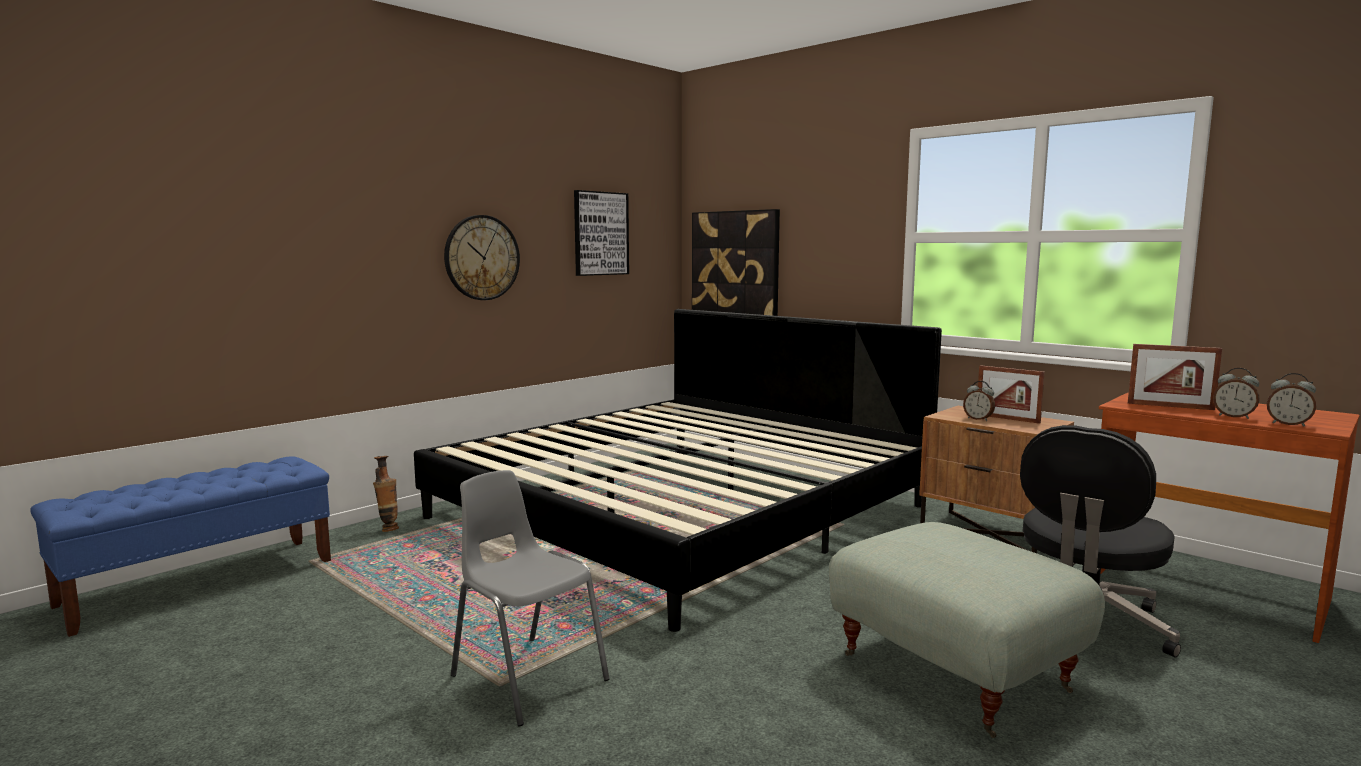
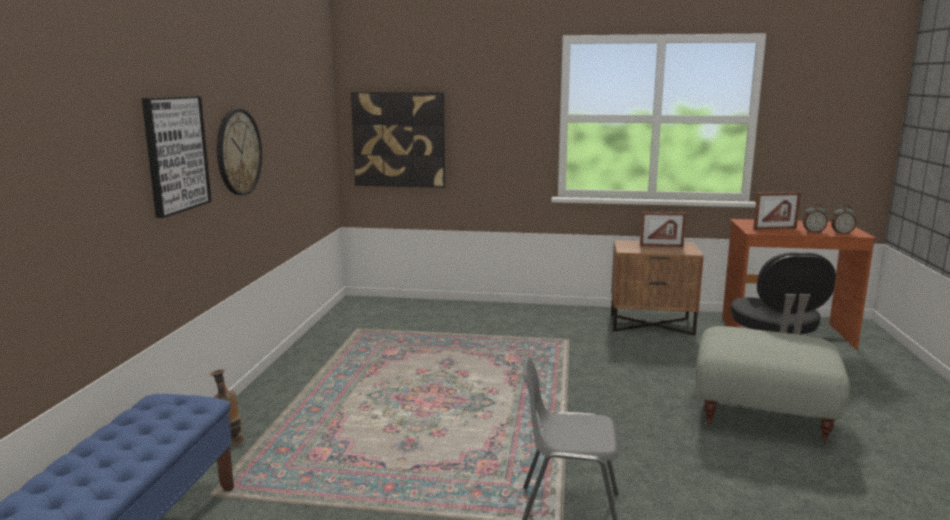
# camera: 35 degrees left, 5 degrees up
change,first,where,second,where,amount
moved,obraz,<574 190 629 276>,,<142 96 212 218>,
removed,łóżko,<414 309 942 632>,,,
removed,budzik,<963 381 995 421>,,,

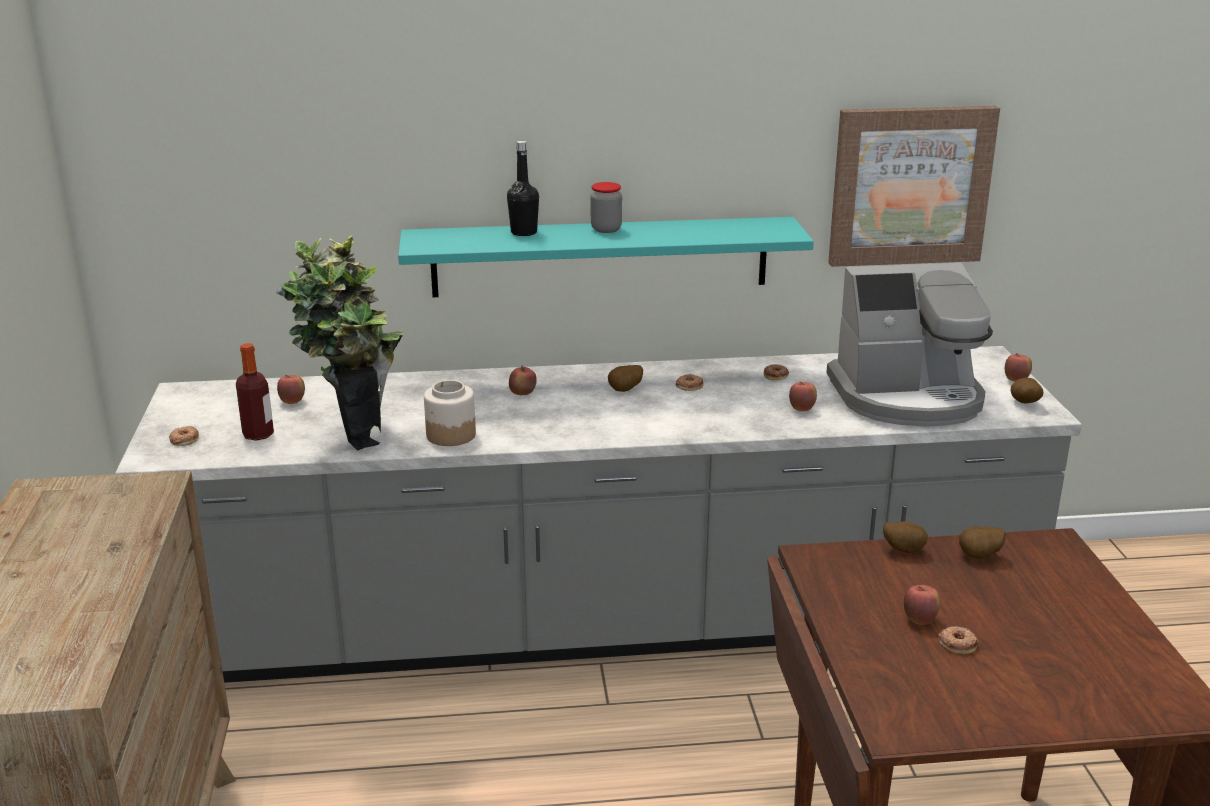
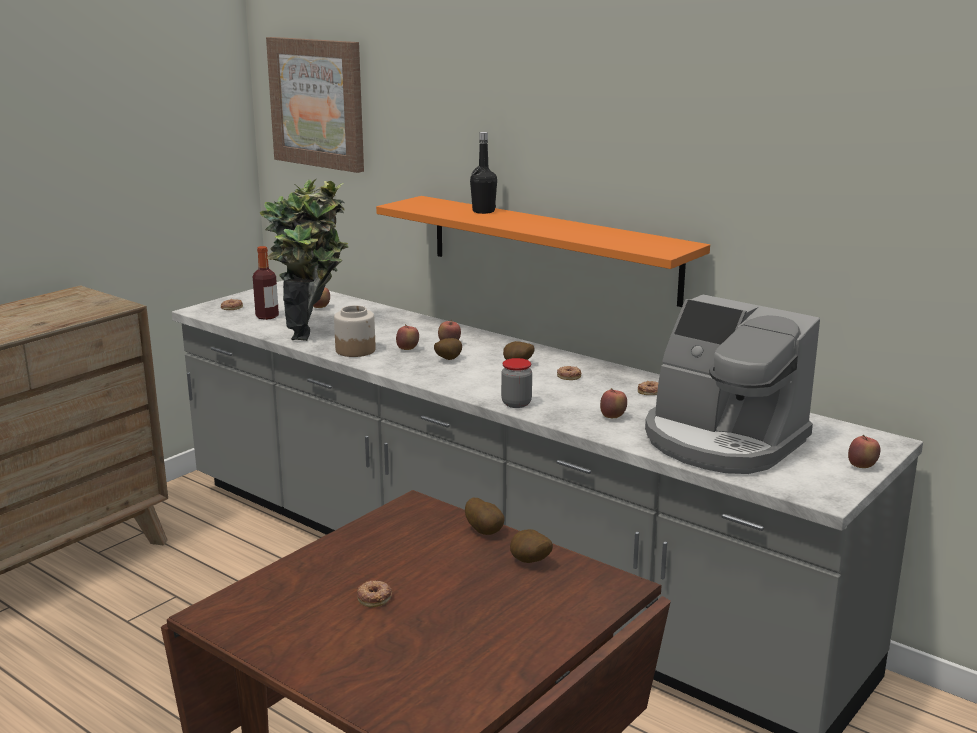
# camera: 45 degrees right, 5 degrees down
change,first,where,second,where,amount
moved,obraz,<828 106 1000 267>,,<266 37 364 173>,
recoloured,półka [turkusowy],<398 217 814 297>,półka [pomarańczowy],<376 196 710 307>,
moved,jabłko,<904 585 940 625>,,<396 324 419 350>,
moved,ziemniak,<1010 378 1043 404>,,<434 338 462 360>,
moved,słoik,<591 182 622 233>,,<501 358 532 408>,

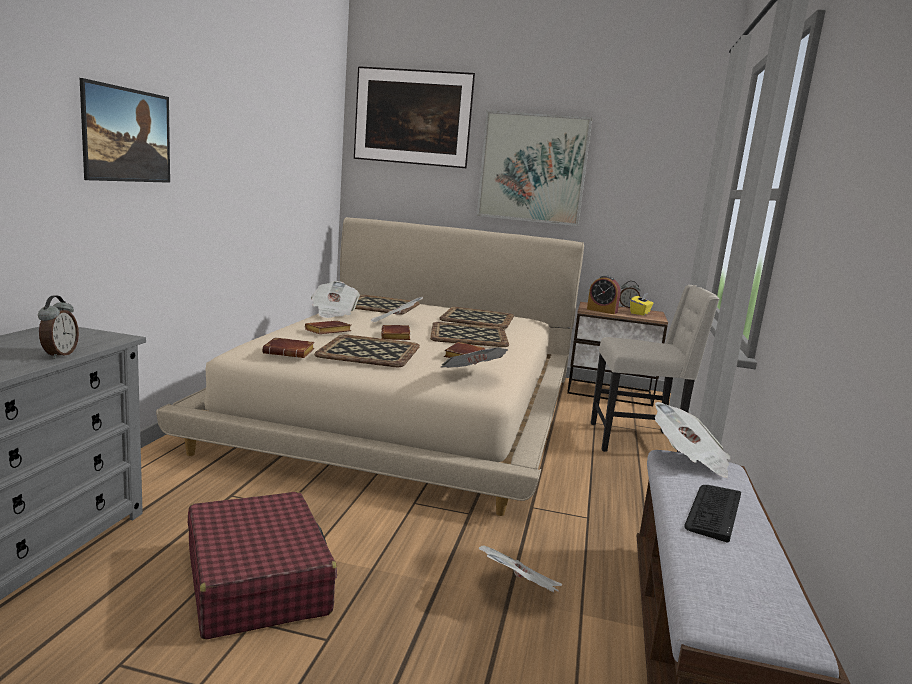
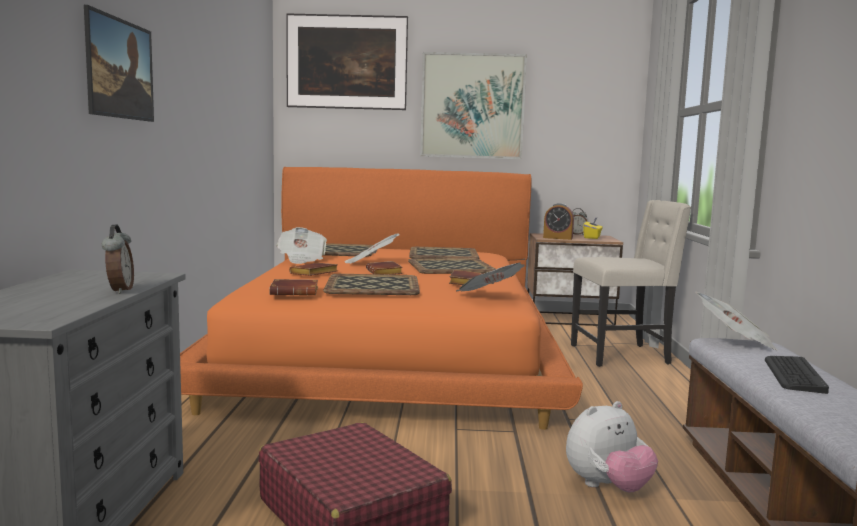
# camera: 10 degrees left, 5 degrees down
change,first,where,second,where,amount
recoloured,łóżko [beżowy],<156 217 584 516>,łóżko [pomarańczowy],<180 167 583 430>,
replaced,gazeta,<479 546 562 592>,pluszak,<566 401 658 493>,

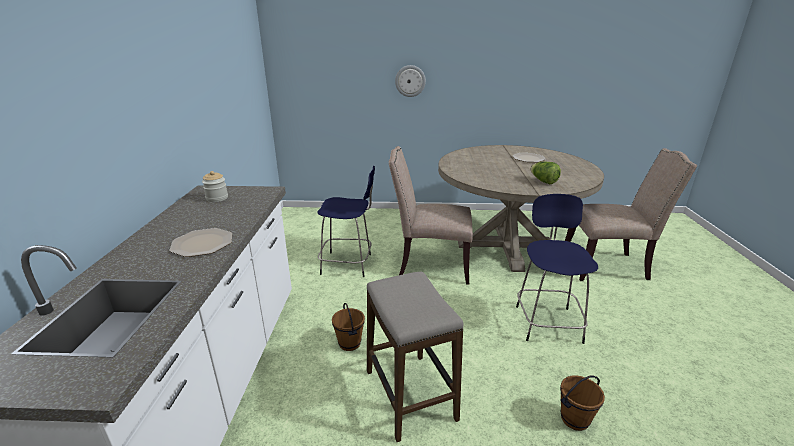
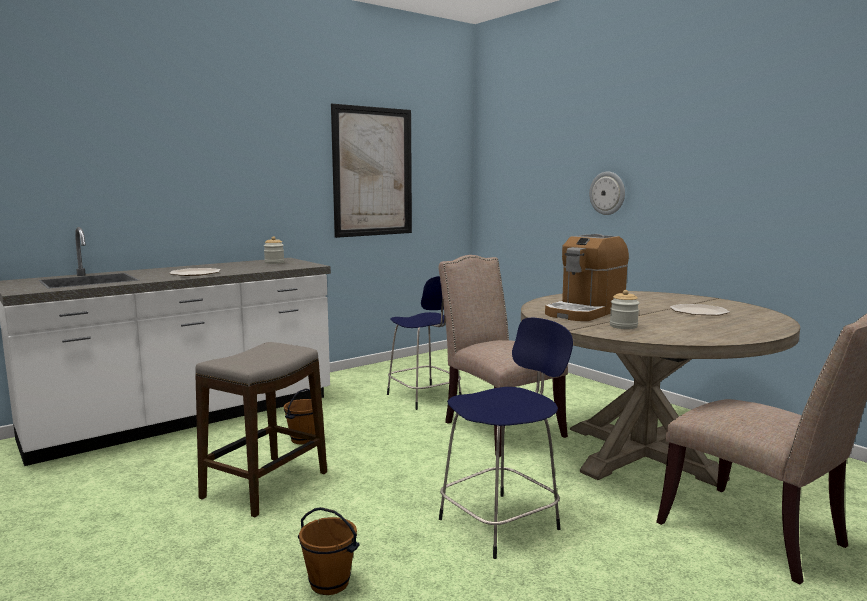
# camera: 50 degrees right, 15 degrees down
change,first,where,second,where,amount
added,,,obraz,<331 104 412 238>,
added,,,ekspres do kawy,<545 234 629 321>,
replaced,sałata,<530 162 561 184>,słoik,<610 290 639 329>,

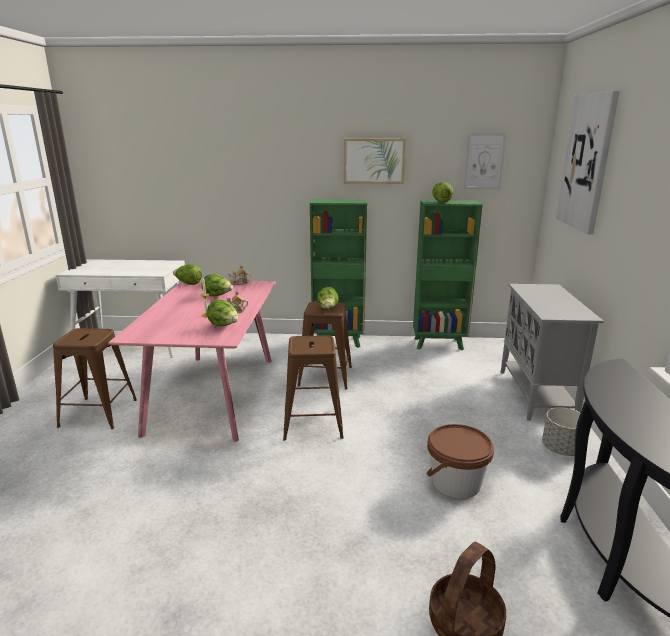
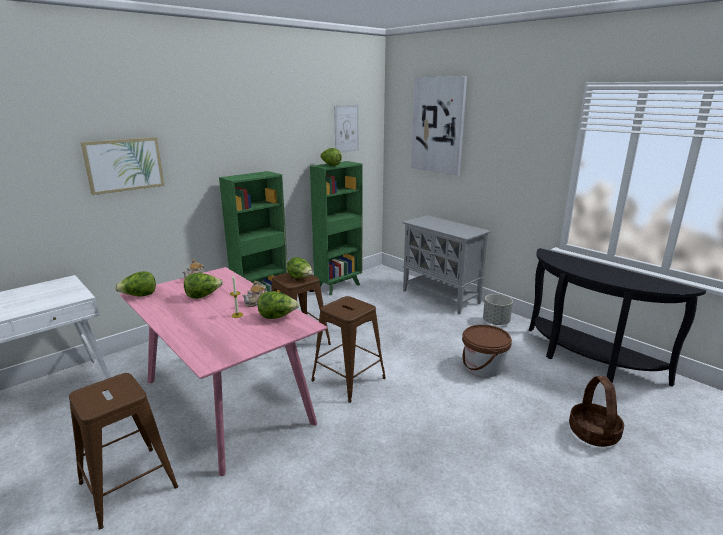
# camera: 45 degrees left, 0 degrees up
change,first,where,second,where,amount
moved,obraz,<344 138 406 184>,,<81 137 164 195>,

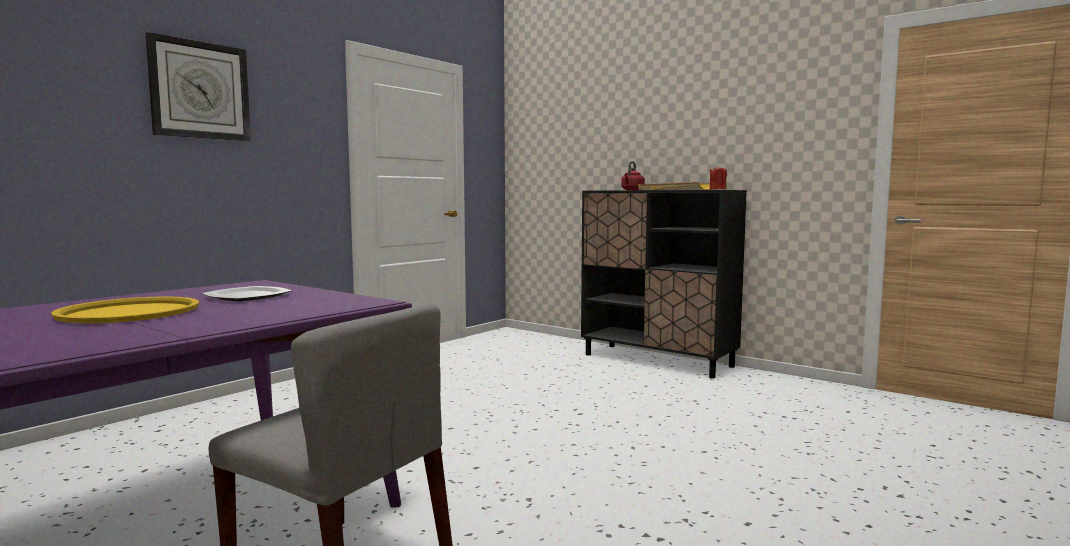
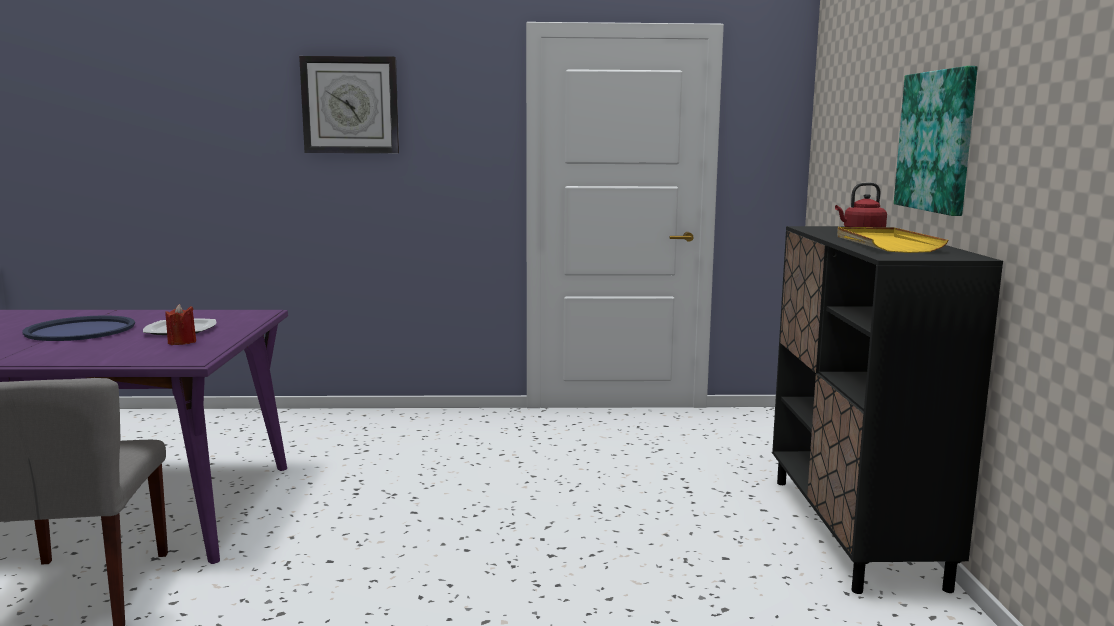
# camera: 50 degrees right, 5 degrees up
change,first,where,second,where,amount
recoloured,taca [żółty],<51 296 199 323>,taca [niebieski],<23 315 135 341>,
moved,świeca [czerwony],<710 165 727 190>,,<166 304 196 345>,
added,,,obraz,<894 66 978 216>,

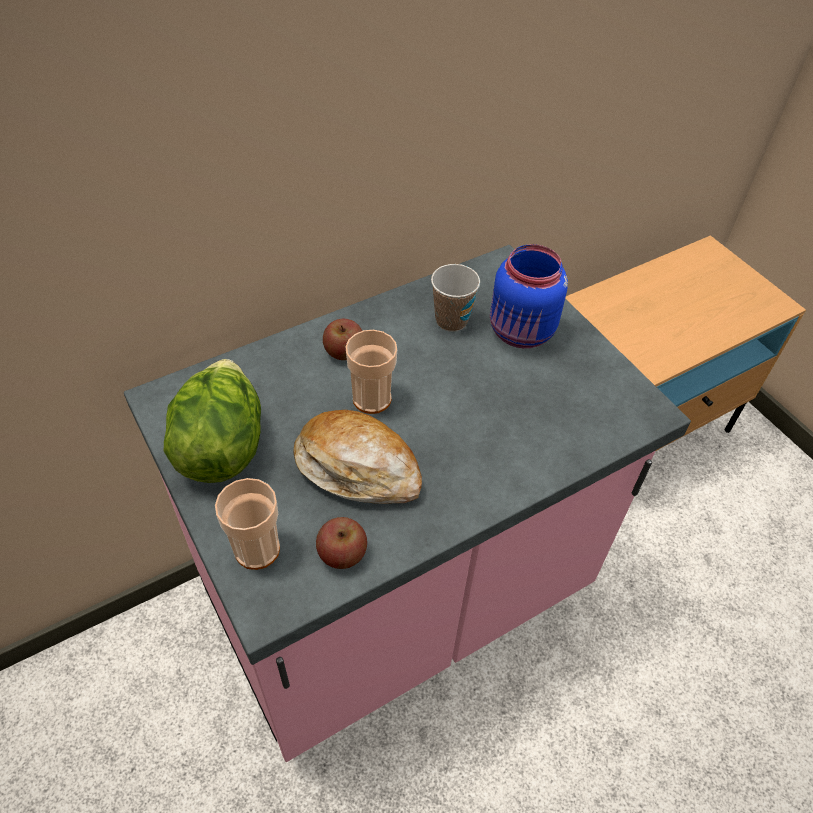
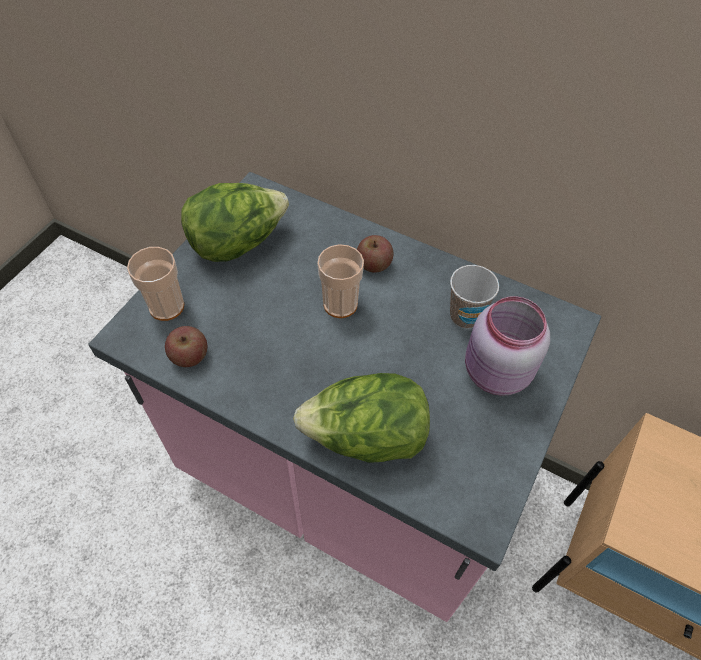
# camera: 60 degrees right, 5 degrees up
change,first,where,second,where,amount
added,,,sałata,<293 373 430 463>,
recoloured,słoik [niebieski],<490 244 568 348>,słoik [różowy],<465 296 550 396>,
removed,chleb,<293 410 422 504>,,,

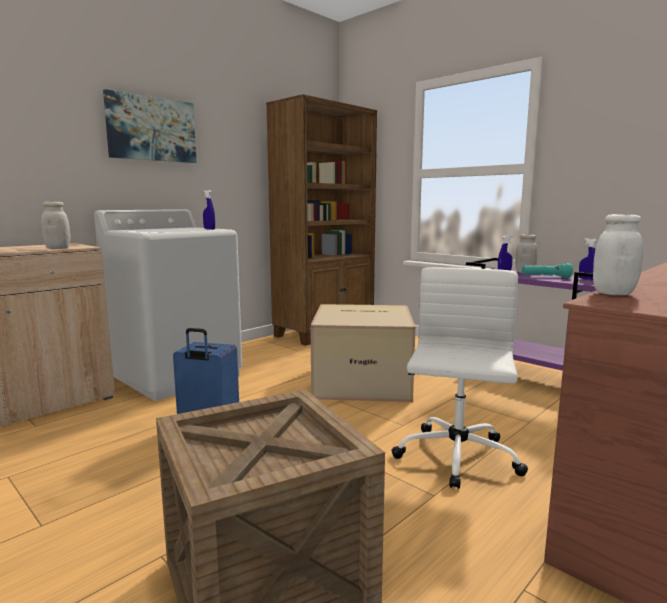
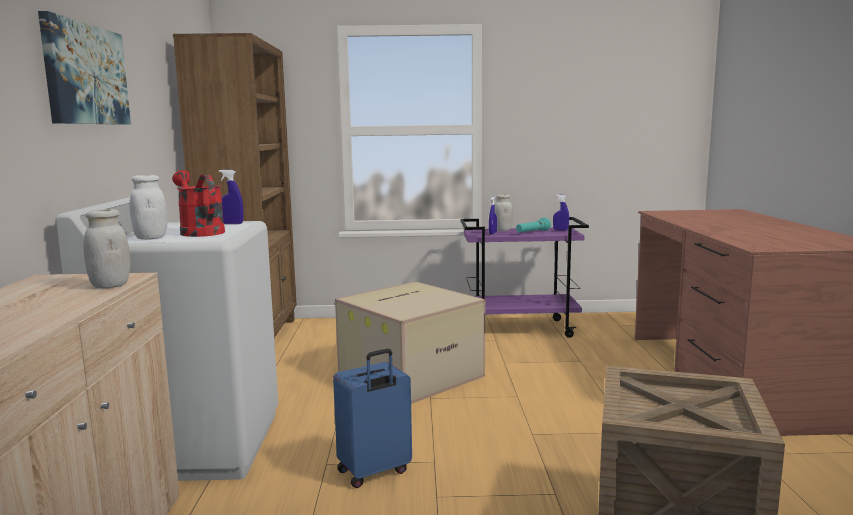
# camera: 45 degrees left, 0 degrees up
change,first,where,second,where,amount
moved,słoik [biały],<593 214 643 295>,,<129 175 168 240>,
added,,,konewka [czerwony],<172 170 225 237>,
removed,krzesło biurowe [biały],<391 267 528 489>,,,

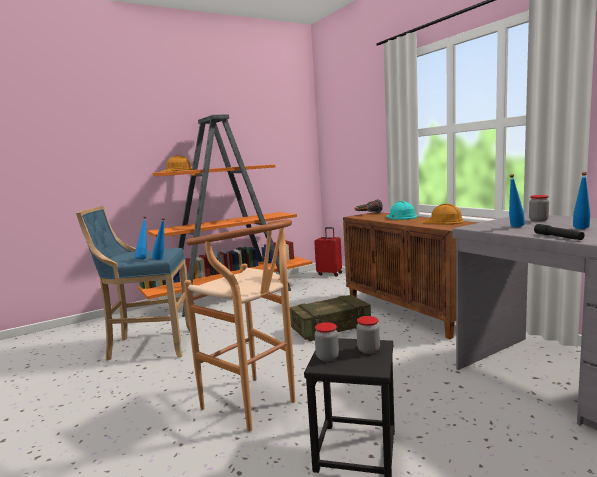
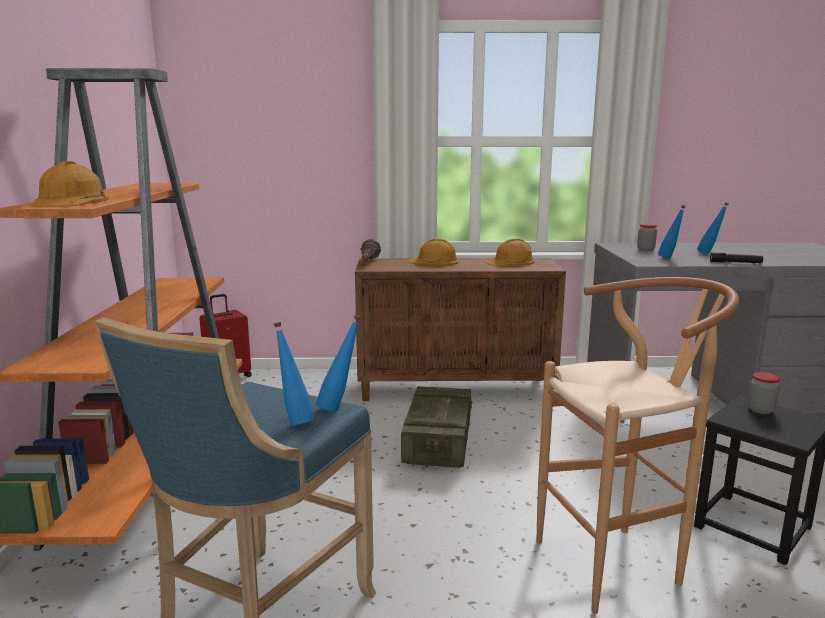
# camera: 60 degrees left, 5 degrees up
change,first,where,second,where,amount
recoloured,kask [turkusowy],<385 201 417 220>,kask [pomarańczowy],<408 239 459 266>,
removed,słoik,<314 322 339 361>,,,

